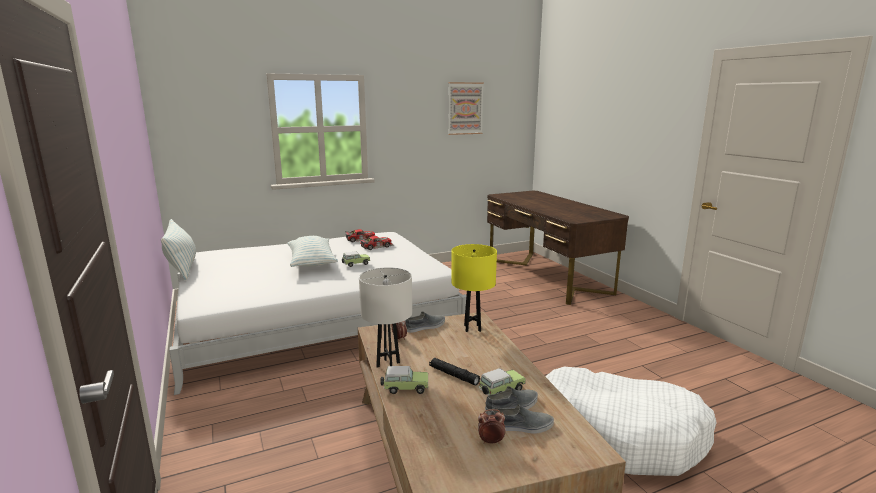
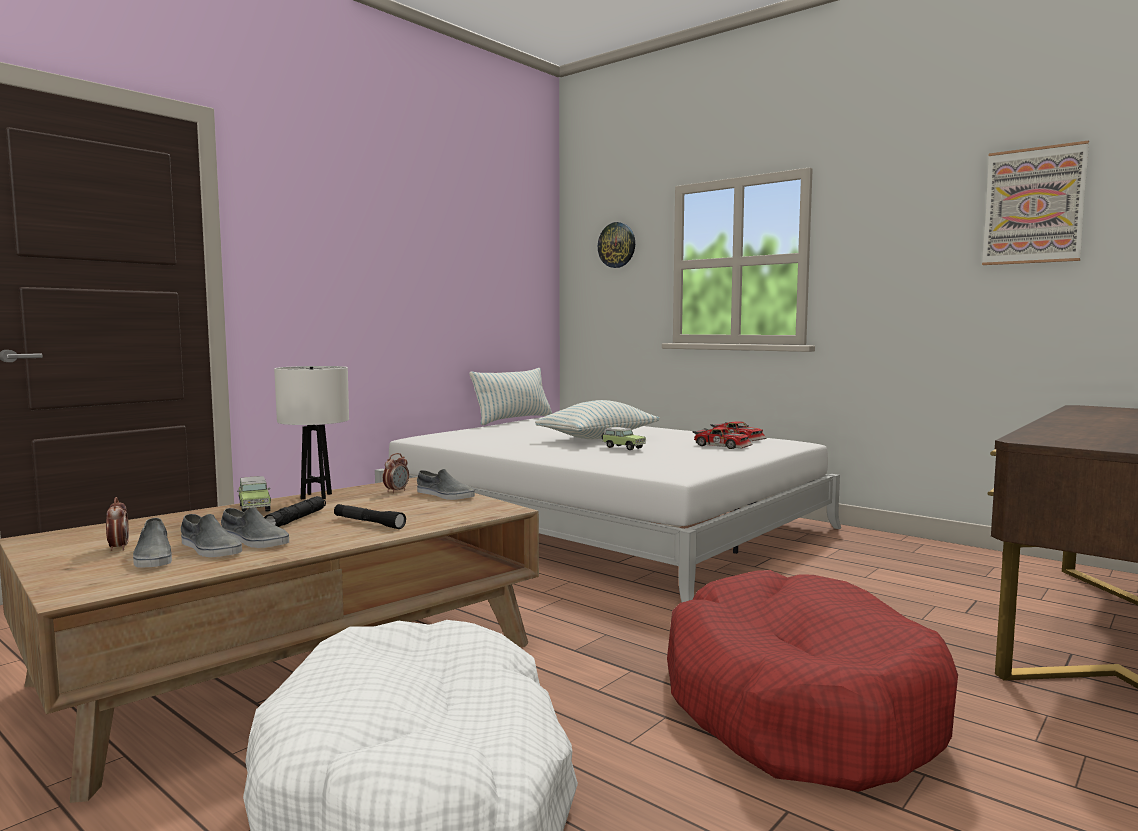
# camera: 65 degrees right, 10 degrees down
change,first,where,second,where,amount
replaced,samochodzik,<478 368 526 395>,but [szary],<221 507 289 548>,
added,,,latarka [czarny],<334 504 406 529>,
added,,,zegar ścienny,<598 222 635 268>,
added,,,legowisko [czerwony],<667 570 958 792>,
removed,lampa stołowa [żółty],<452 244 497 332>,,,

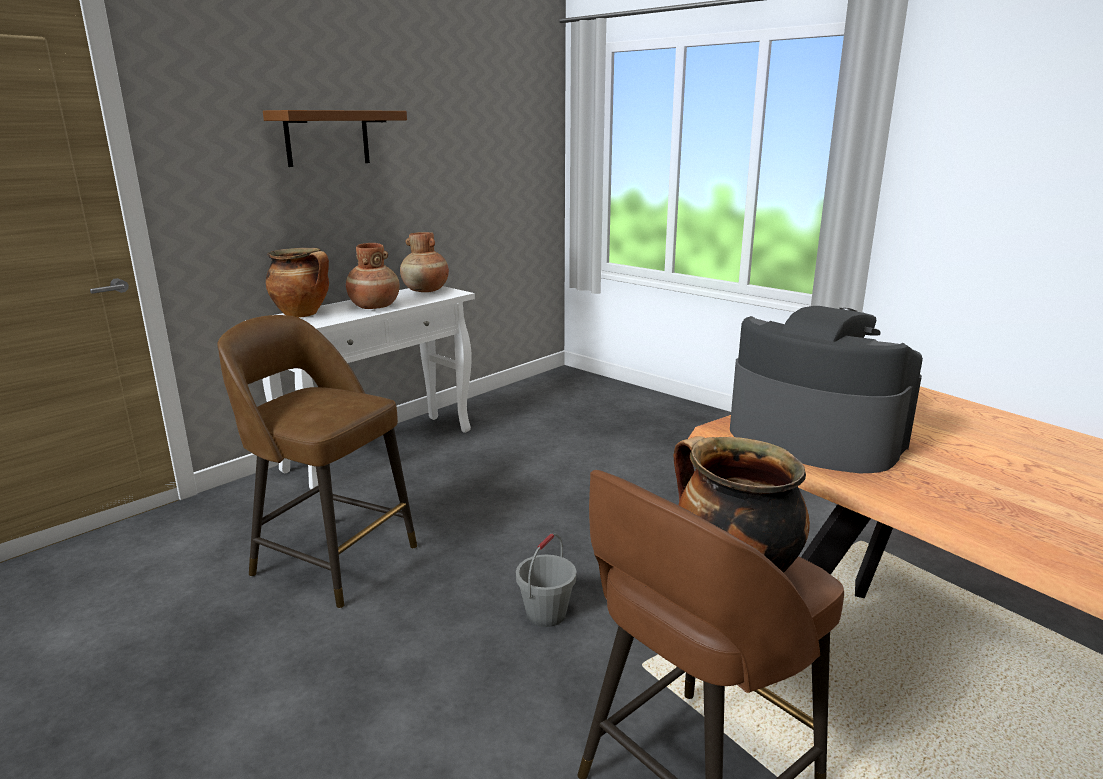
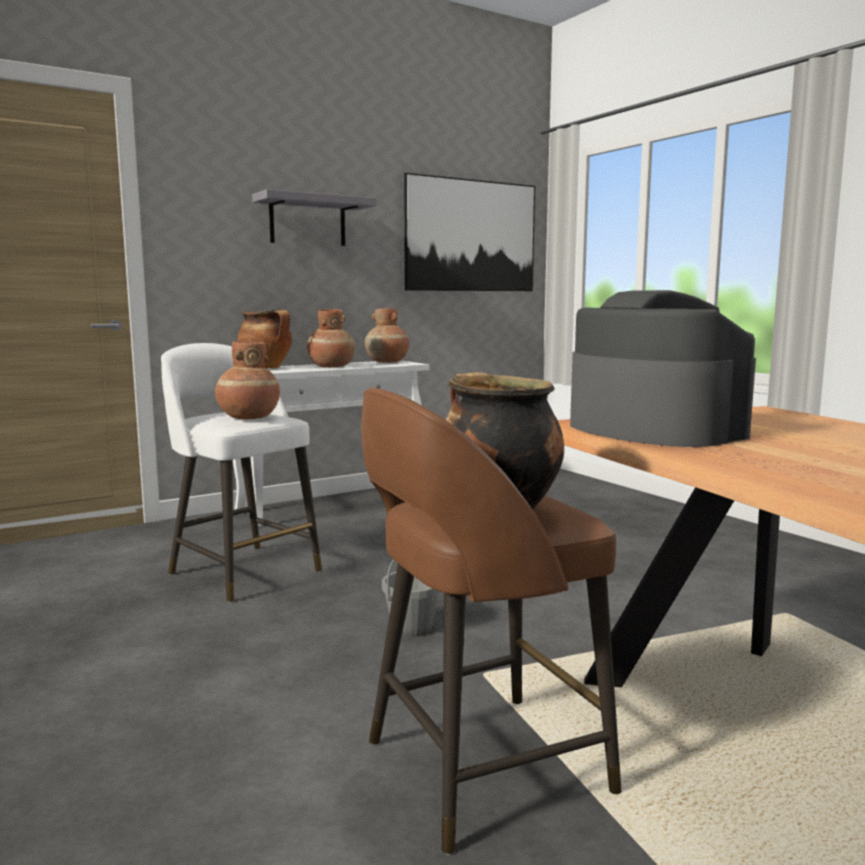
# camera: 15 degrees right, 10 degrees down
change,first,where,second,where,amount
recoloured,stołek [brązowy],<217 315 417 608>,stołek [biały],<161 343 322 602>,
added,,,wazon [brązowy],<215 342 280 419>,
recoloured,półka [brązowy],<263 110 407 167>,półka [szary],<252 189 377 246>,
added,,,obraz,<404 173 535 291>,

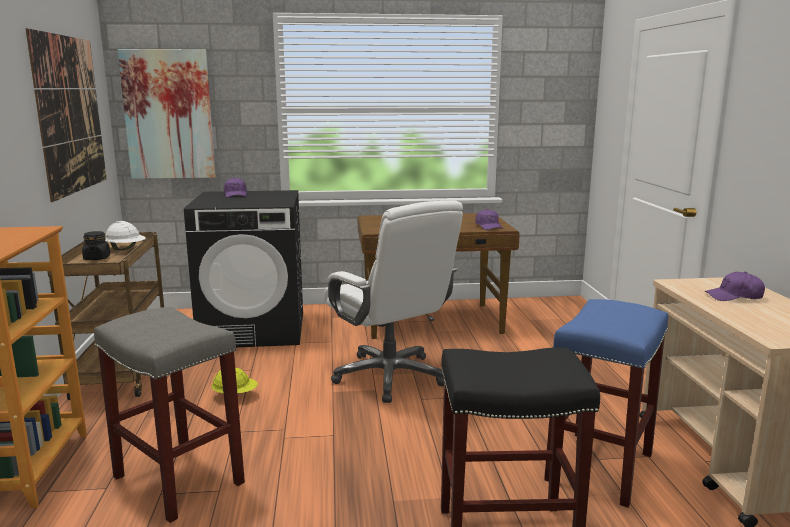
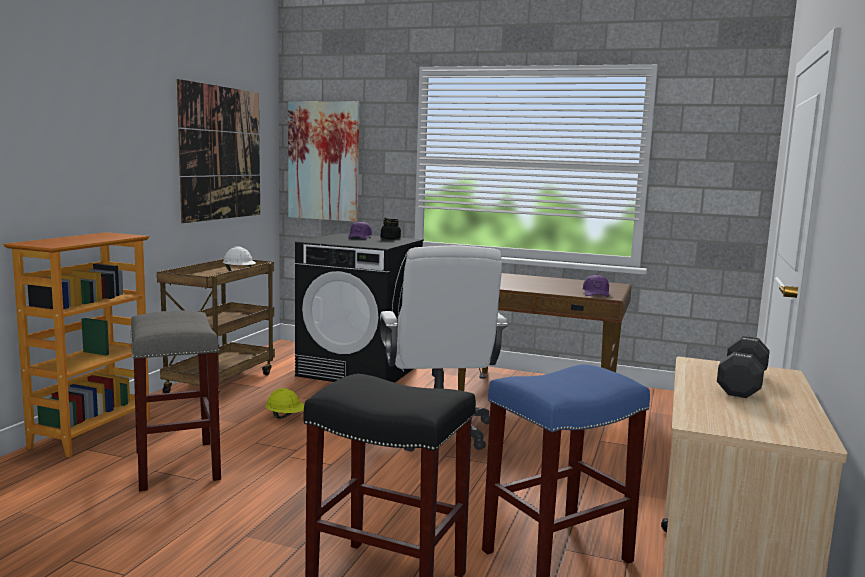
# camera: 25 degrees right, 5 degrees down
change,first,where,second,where,amount
moved,słoik [czarny],<82 231 110 260>,,<381 218 401 239>,
replaced,czapka z daszkiem [fioletowy],<705 272 765 301>,hantel [czarny],<717 336 770 398>,

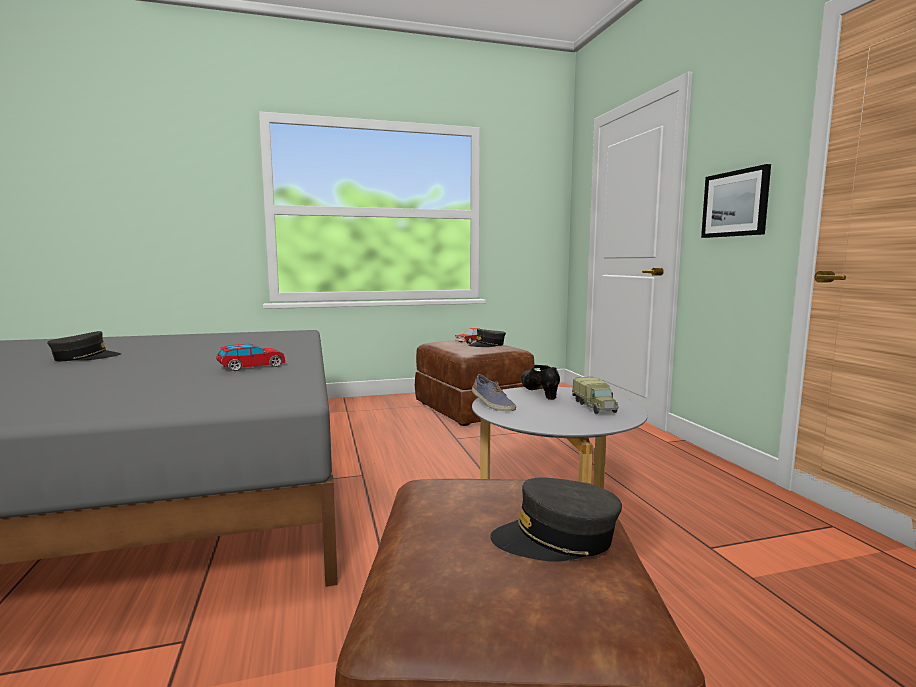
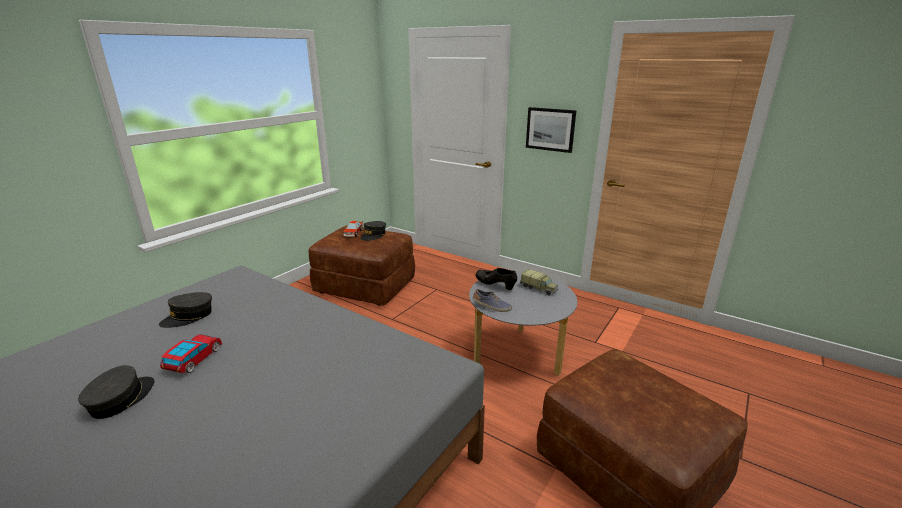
# camera: 40 degrees left, 15 degrees up
change,first,where,second,where,amount
moved,czapka z daszkiem [szary],<490 478 622 562>,,<159 292 212 328>,
moved,samochodzik,<216 344 285 371>,,<160 334 222 374>,

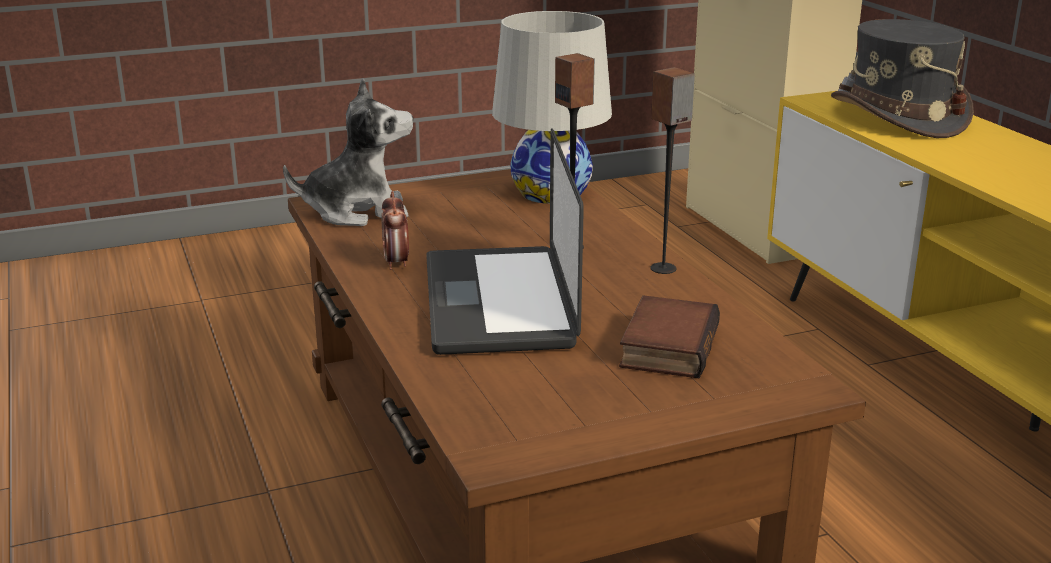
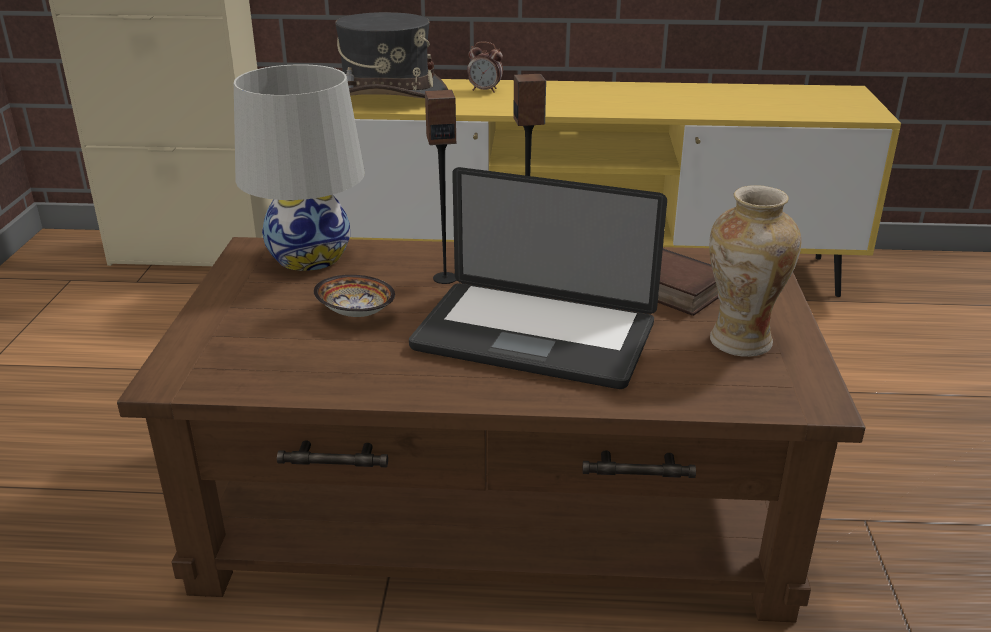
# camera: 65 degrees left, 5 degrees up
change,first,where,second,where,amount
added,,,miska,<314 275 395 317>,
moved,budzik,<381 191 409 270>,,<467 41 503 93>,
added,,,wazon,<709 185 801 357>,
removed,pluszak,<283 78 413 226>,,,

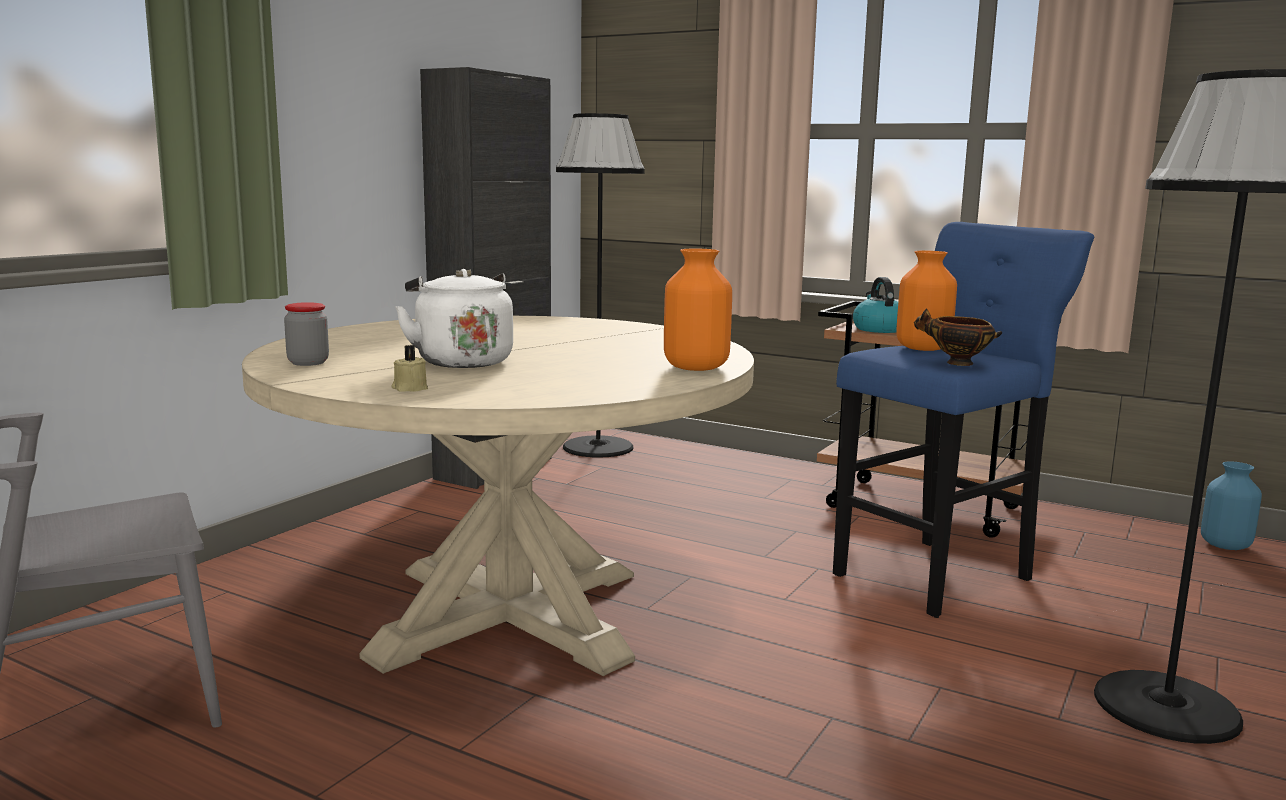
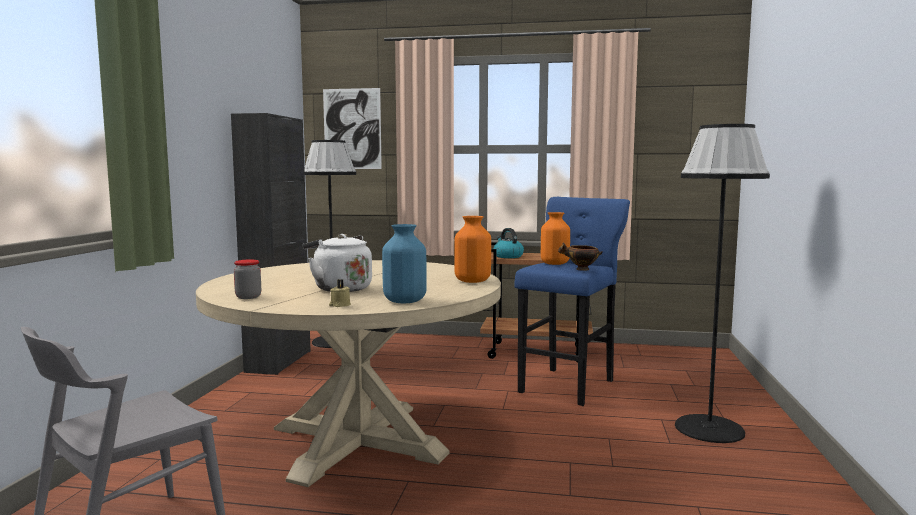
# camera: 20 degrees left, 5 degrees down
change,first,where,second,where,amount
added,,,obraz,<323 88 382 169>,
moved,wazon [niebieski],<1201 461 1262 550>,,<382 224 427 303>,

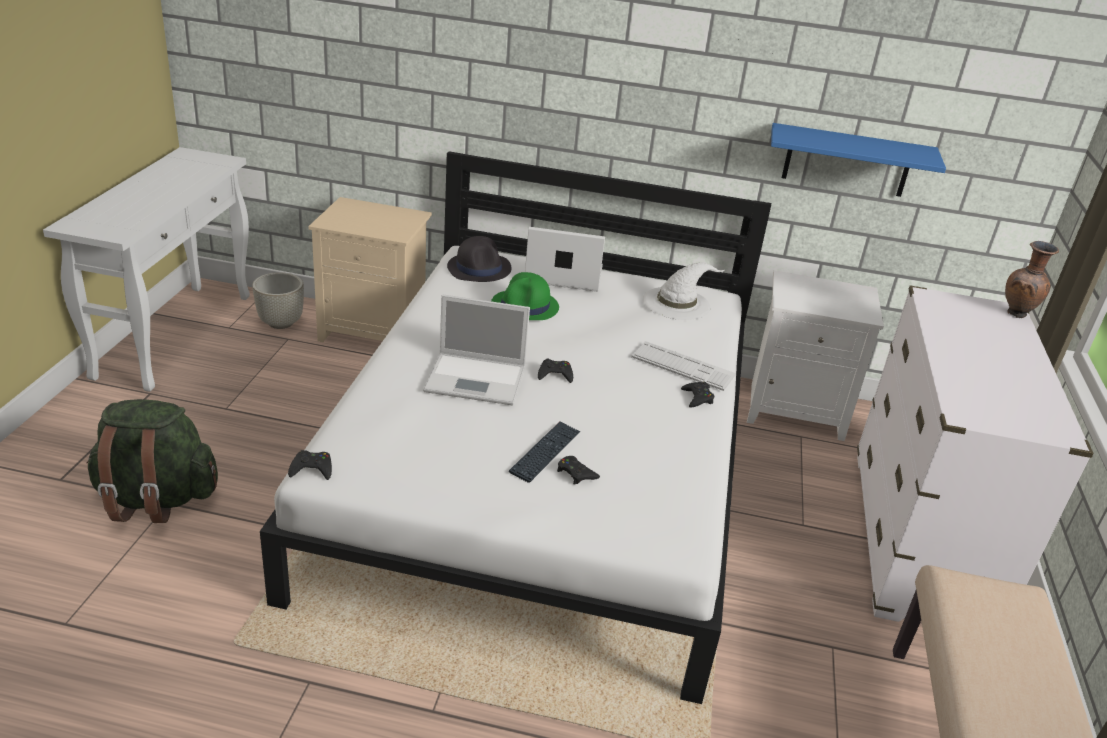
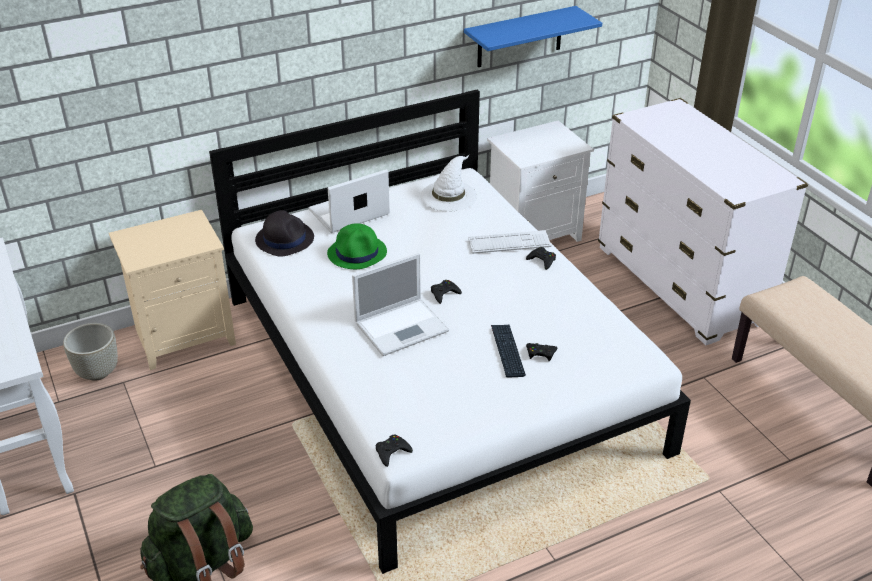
# camera: 35 degrees left, 5 degrees up
change,first,where,second,where,amount
removed,wazon [brązowy],<1005 241 1059 318>,,,

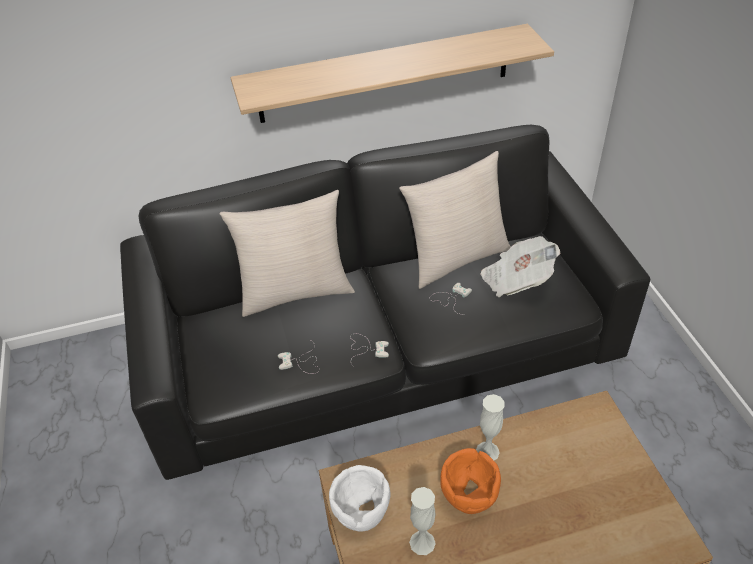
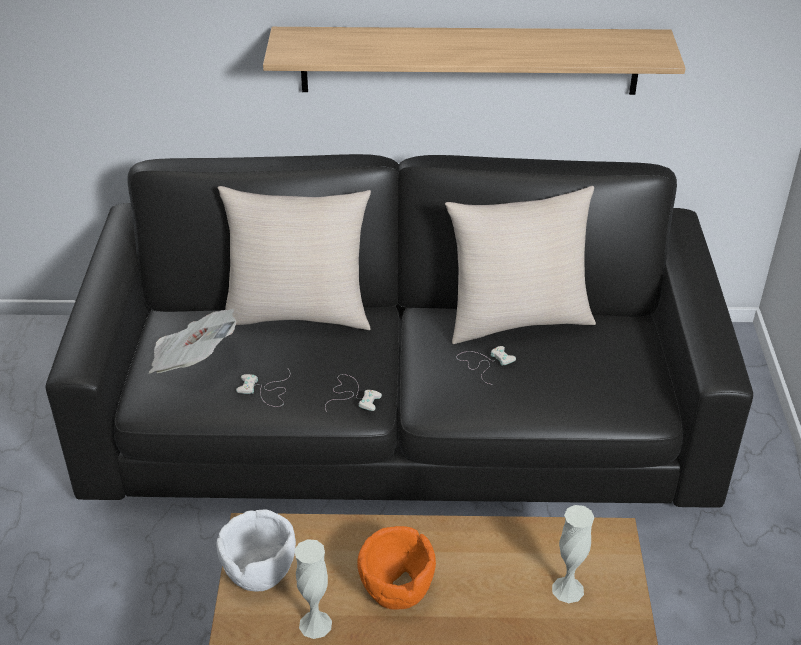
# camera: 15 degrees right, 5 degrees down
change,first,where,second,where,amount
moved,gazeta,<480 236 560 297>,,<149 309 236 374>,
moved,wazon [biały],<476 394 504 460>,,<552 505 594 603>,

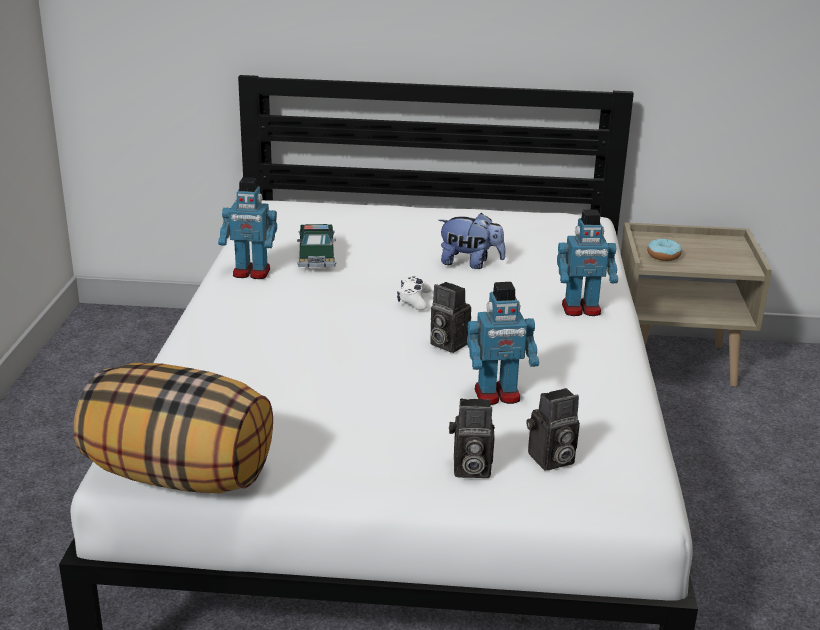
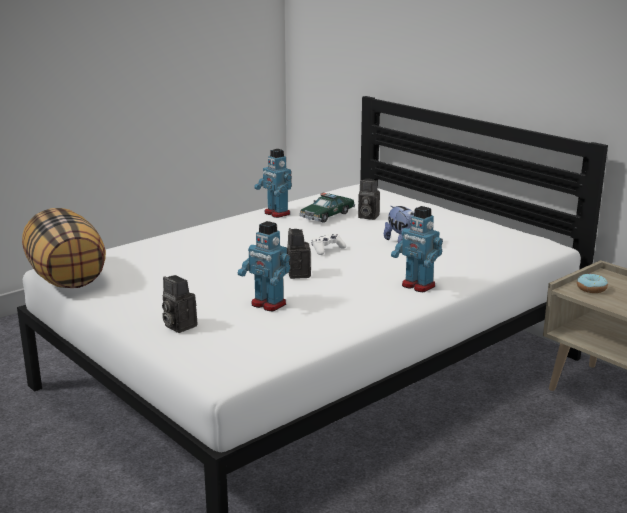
# camera: 45 degrees right, 5 degrees down
change,first,where,second,where,amount
moved,aparat fotograficzny,<526 388 580 470>,,<358 179 380 220>,

